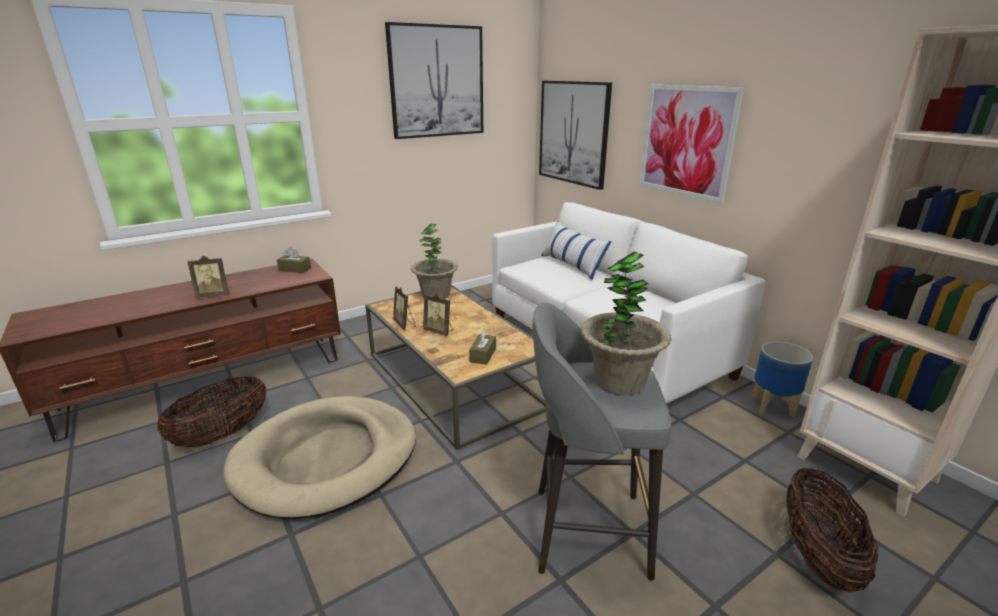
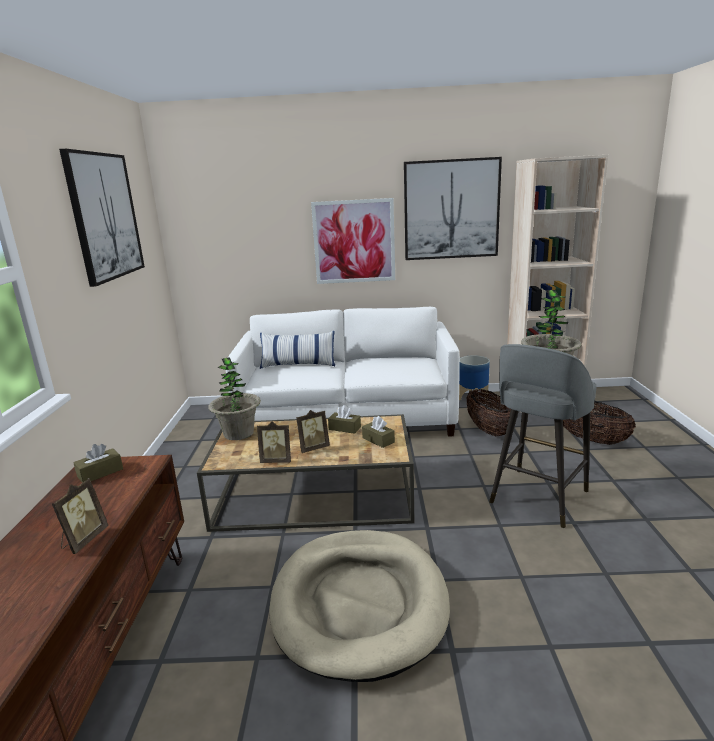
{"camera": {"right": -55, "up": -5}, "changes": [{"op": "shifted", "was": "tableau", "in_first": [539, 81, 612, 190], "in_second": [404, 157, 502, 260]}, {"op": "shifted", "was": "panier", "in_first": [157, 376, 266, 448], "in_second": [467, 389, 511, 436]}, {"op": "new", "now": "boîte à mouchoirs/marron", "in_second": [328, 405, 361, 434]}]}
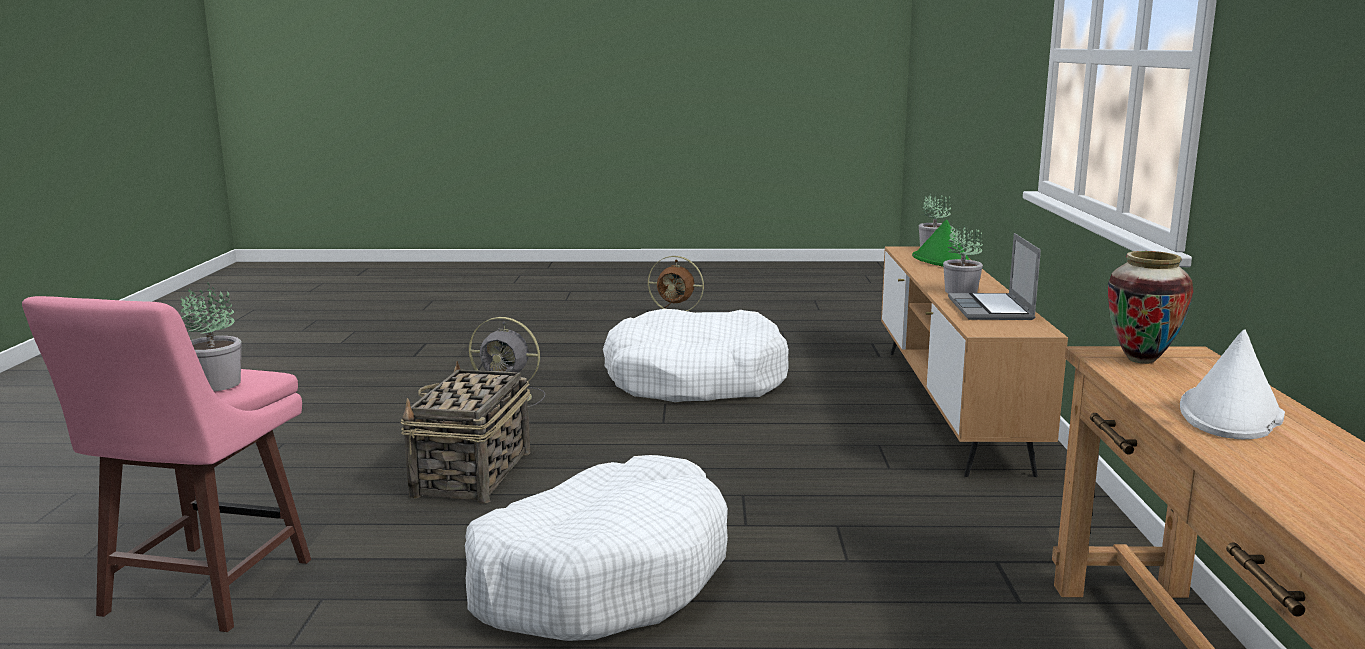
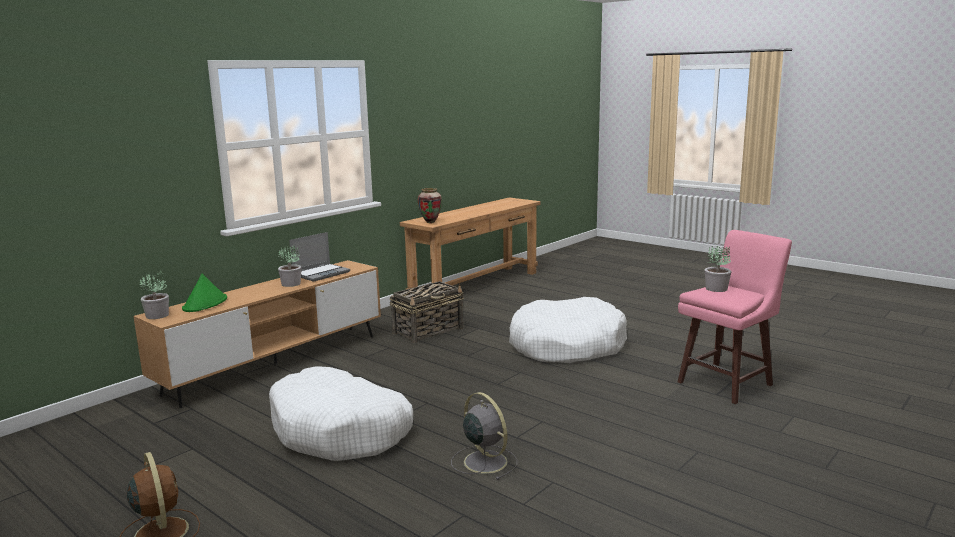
{"camera": {"right": -140, "up": 0}, "changes": [{"op": "gone", "was": "chapeau/blanc", "in_first": [1180, 329, 1285, 439]}, {"op": "shifted", "was": "panier", "in_first": [401, 361, 530, 504], "in_second": [390, 281, 464, 343]}]}
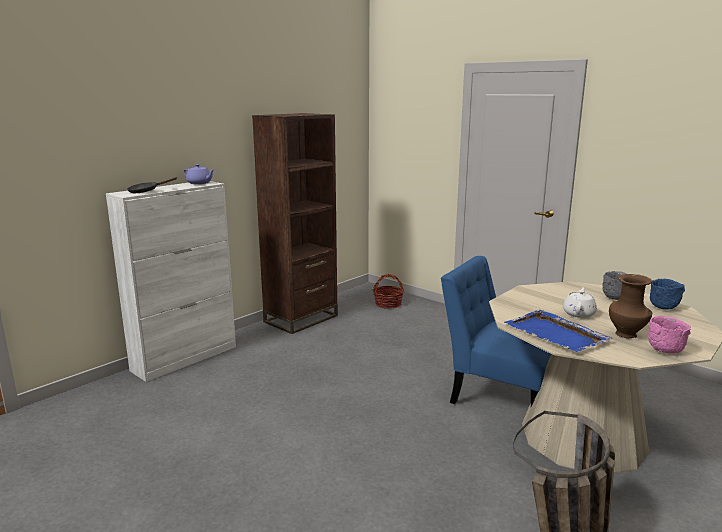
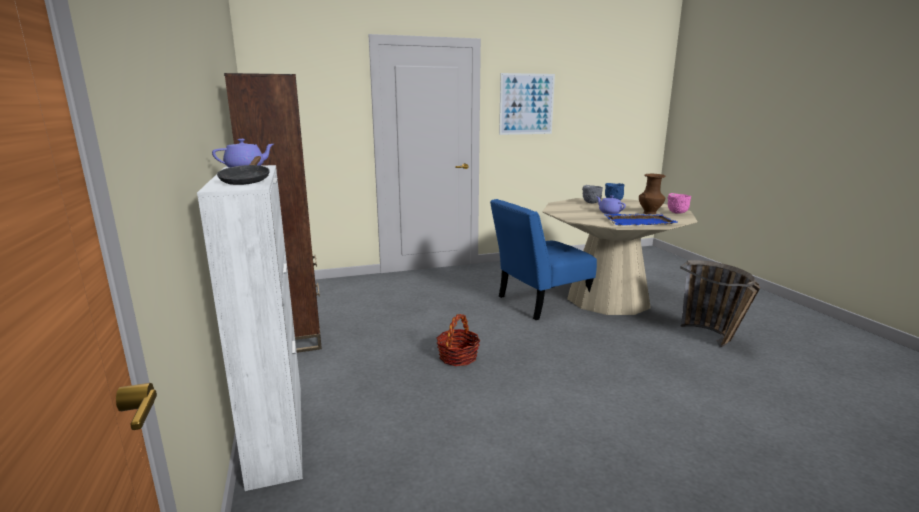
{"camera": {"right": -60, "up": 0}, "changes": [{"op": "shifted", "was": "panier", "in_first": [373, 274, 404, 309], "in_second": [436, 314, 480, 366]}, {"op": "repainted", "was": "théière/blanc", "now": "théière/violet", "in_first": [563, 287, 597, 318], "in_second": [596, 195, 626, 214]}, {"op": "new", "now": "tableau", "in_second": [499, 73, 555, 135]}]}
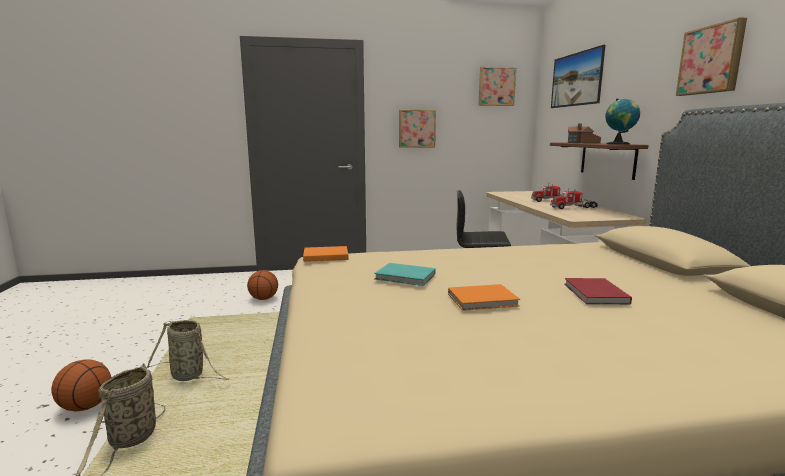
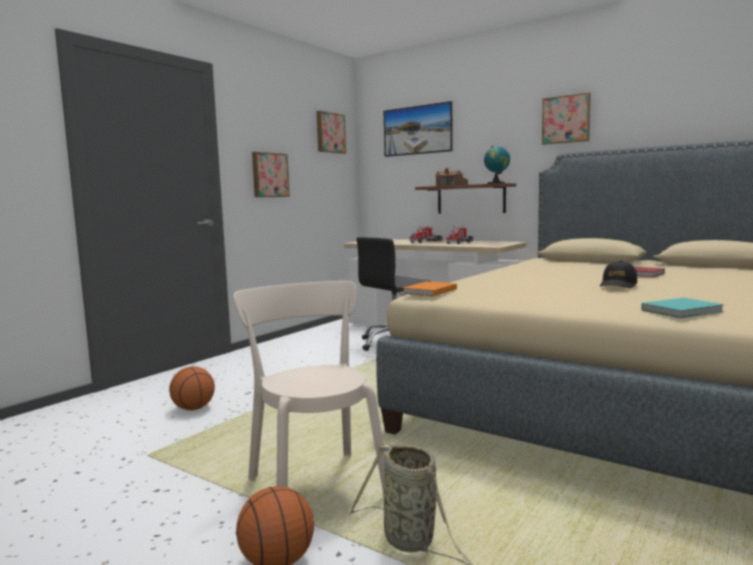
{"camera": {"right": -45, "up": -5}, "changes": [{"op": "shifted", "was": "livre/turquoise", "in_first": [374, 263, 436, 286], "in_second": [641, 298, 724, 318]}, {"op": "swapped", "was": "livre/orange", "now": "casquette/noir", "in_first": [448, 284, 520, 311], "in_second": [600, 260, 638, 288]}, {"op": "swapped", "was": "panier", "now": "chaise/beige", "in_first": [146, 320, 228, 381], "in_second": [233, 281, 385, 495]}]}
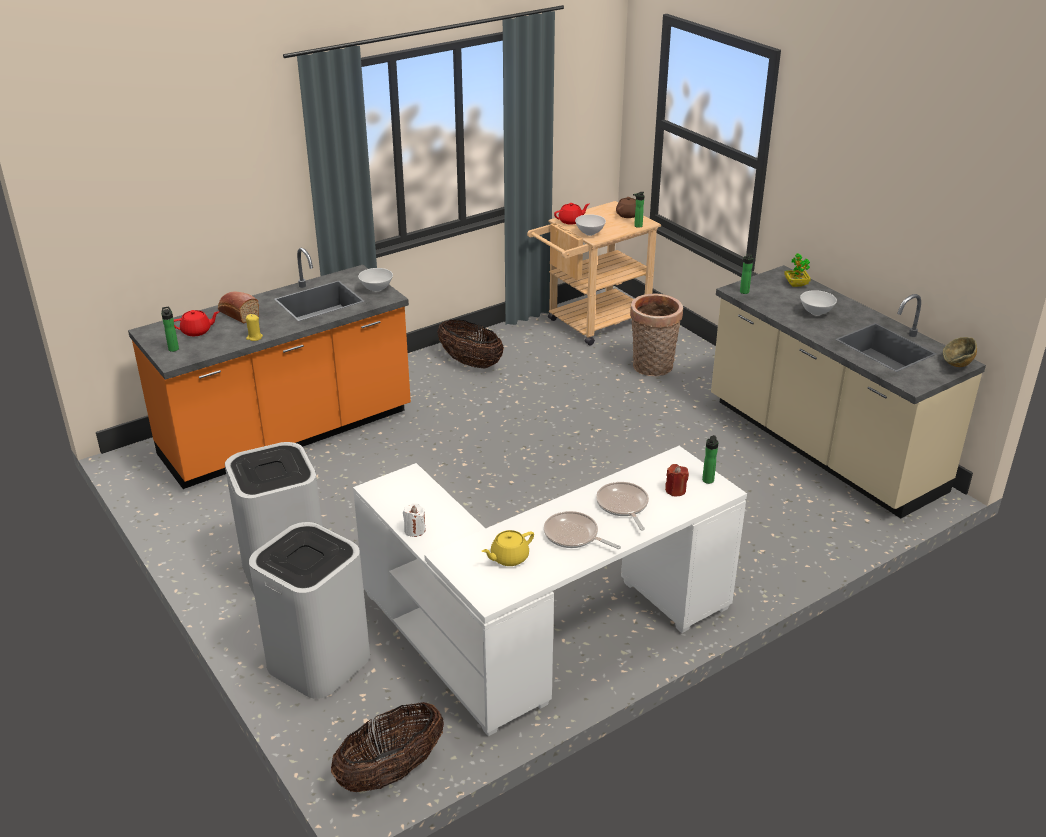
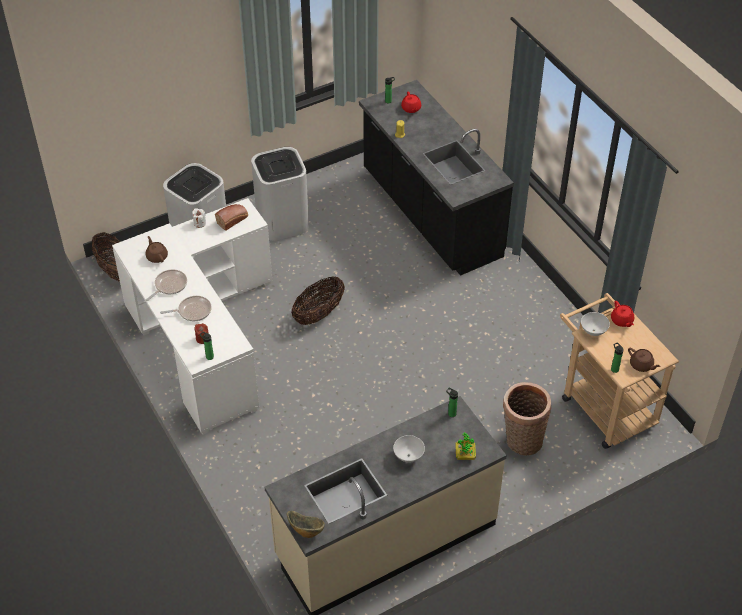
{"camera": {"right": 95, "up": 15}, "changes": [{"op": "repainted", "was": "comptoir de cuisine/orange", "now": "comptoir de cuisine/noir", "in_first": [128, 247, 411, 489], "in_second": [359, 80, 514, 276]}, {"op": "gone", "was": "bol/blanc", "in_first": [358, 268, 393, 292]}, {"op": "shifted", "was": "pain", "in_first": [218, 291, 259, 324], "in_second": [215, 204, 248, 231]}, {"op": "shifted", "was": "panier", "in_first": [437, 319, 504, 368], "in_second": [291, 276, 345, 325]}, {"op": "repainted", "was": "théière/jaune", "now": "théière/marron", "in_first": [482, 530, 534, 566], "in_second": [146, 236, 168, 263]}]}
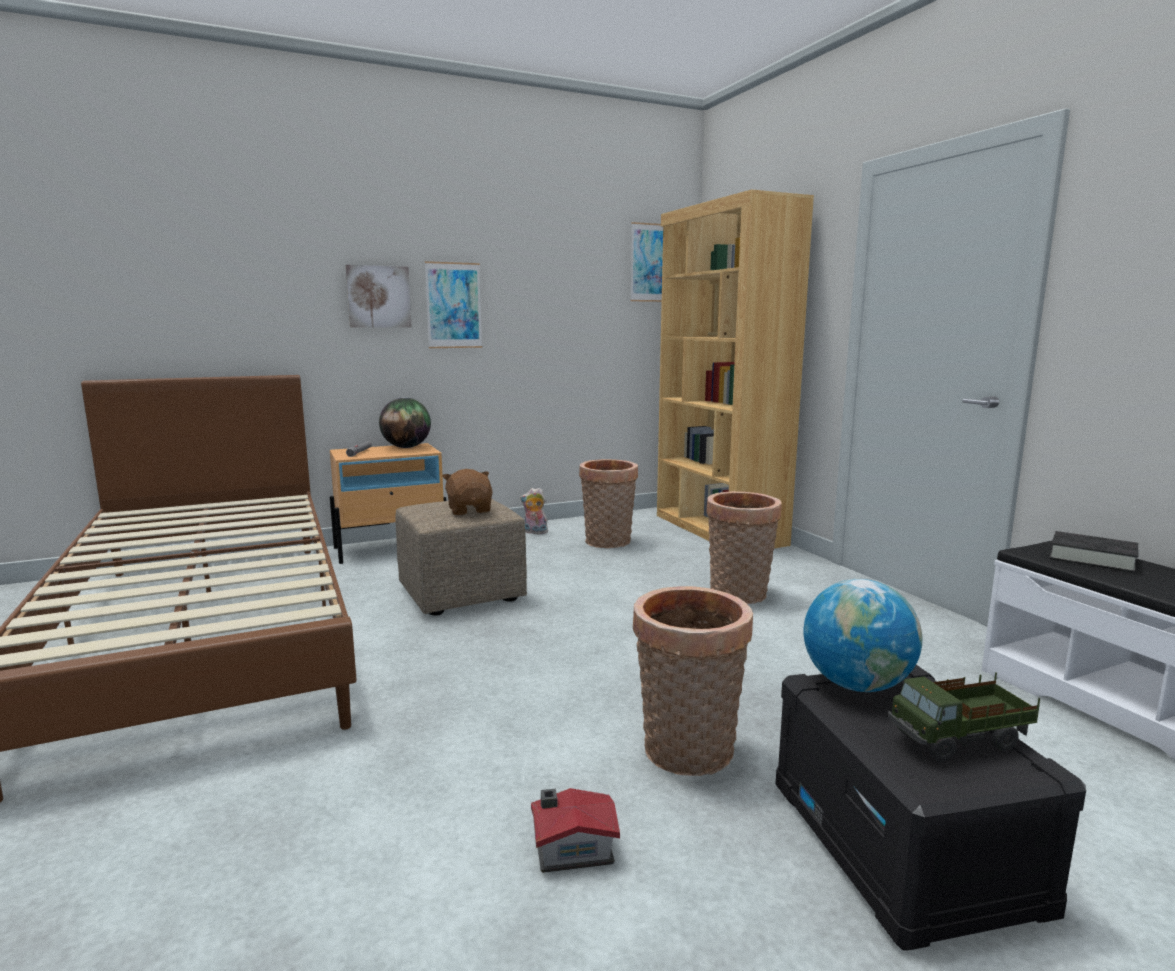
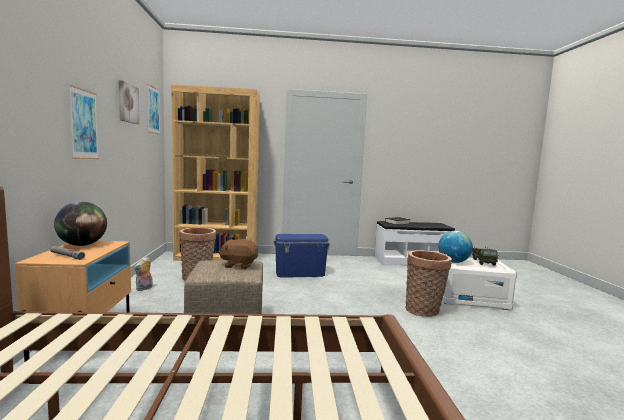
{"camera": {"right": -70, "up": -5}, "changes": [{"op": "shifted", "was": "tableau", "in_first": [346, 265, 412, 328], "in_second": [118, 80, 139, 124]}, {"op": "swapped", "was": "panier", "now": "boîte de rangement/bleu", "in_first": [706, 491, 782, 604], "in_second": [274, 234, 330, 278]}, {"op": "repainted", "was": "boîte de rangement/noir", "now": "boîte de rangement/blanc", "in_first": [775, 665, 1086, 951], "in_second": [442, 258, 517, 310]}, {"op": "gone", "was": "maison miniature", "in_first": [531, 788, 620, 873]}]}
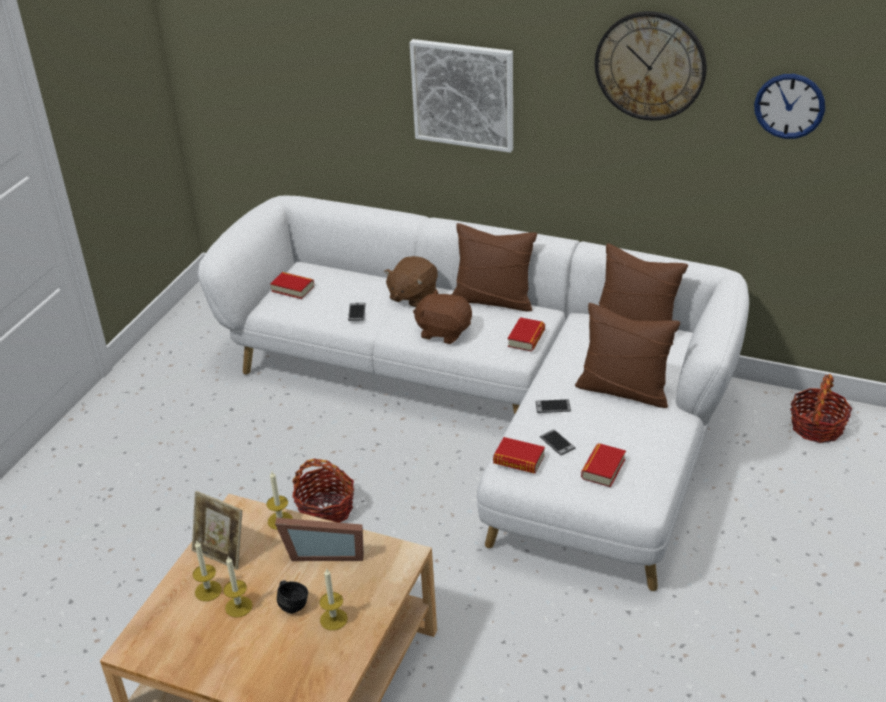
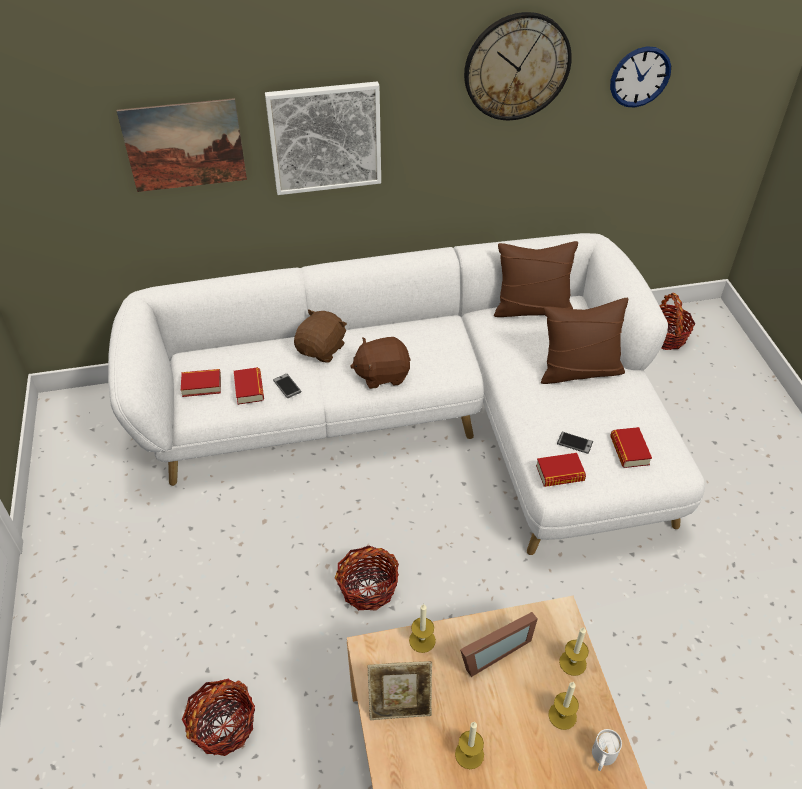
{"camera": {"right": -35, "up": 10}, "changes": [{"op": "gone", "was": "coussin/marron", "in_first": [452, 223, 537, 312]}, {"op": "rotated", "was": "peluche/marron", "in_first": [384, 256, 438, 307], "in_second": [294, 309, 347, 363], "clockwise": -150}, {"op": "shifted", "was": "livre", "in_first": [508, 317, 545, 351], "in_second": [234, 367, 264, 405]}, {"op": "gone", "was": "téléphone", "in_first": [535, 399, 571, 413]}, {"op": "shifted", "was": "bougie", "in_first": [193, 541, 222, 601], "in_second": [559, 627, 589, 676]}, {"op": "gone", "was": "mug/noir", "in_first": [277, 580, 308, 614]}, {"op": "new", "now": "tableau", "in_second": [117, 98, 247, 192]}, {"op": "new", "now": "panier", "in_second": [182, 679, 255, 756]}, {"op": "new", "now": "mug/blanc", "in_second": [592, 729, 622, 771]}]}
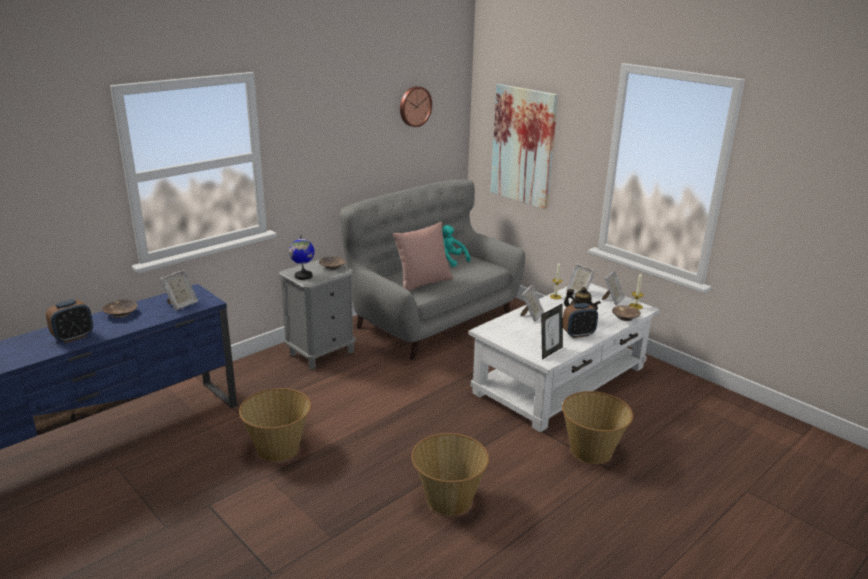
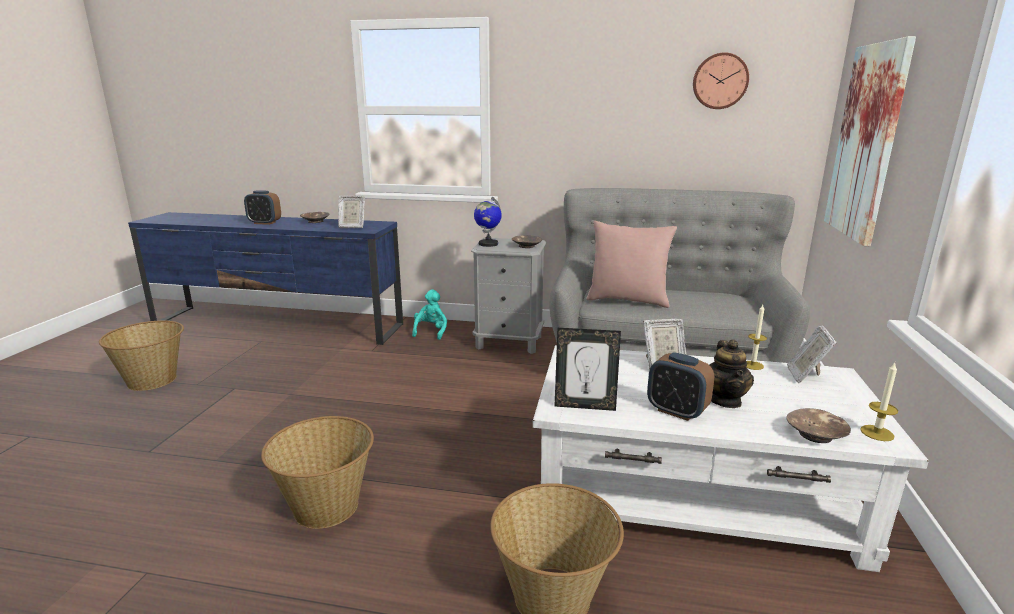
{"camera": {"right": 55, "up": -5}, "changes": [{"op": "shifted", "was": "peluche/turquoise", "in_first": [442, 225, 471, 267], "in_second": [412, 289, 447, 340]}, {"op": "gone", "was": "cadre photo", "in_first": [602, 271, 625, 305]}, {"op": "shifted", "was": "panier", "in_first": [239, 388, 311, 462], "in_second": [99, 321, 184, 391]}]}
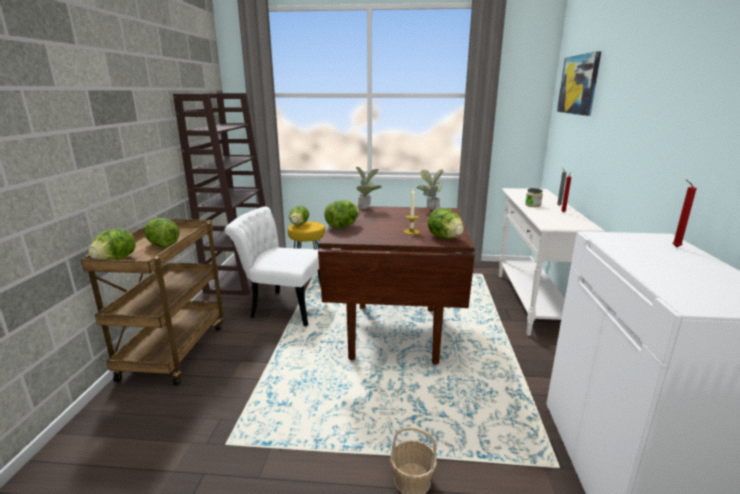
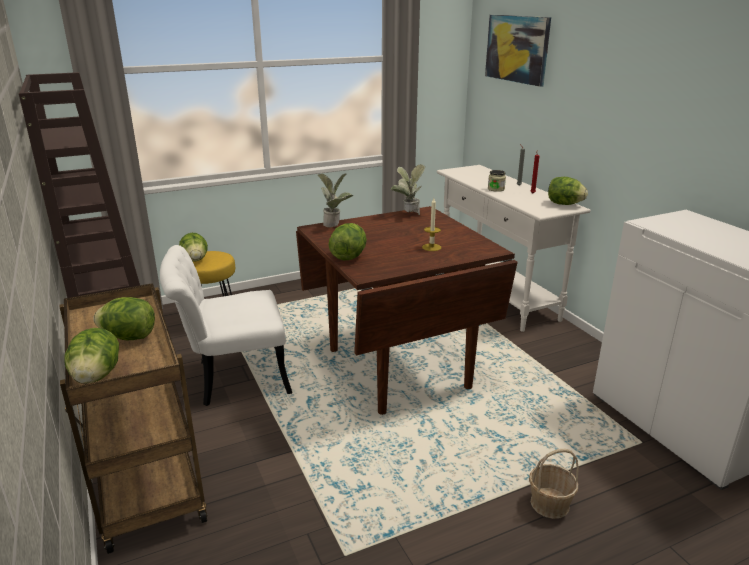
{"camera": {"right": -30, "up": 5}, "changes": [{"op": "gone", "was": "bougie/rouge", "in_first": [673, 179, 697, 247]}, {"op": "shifted", "was": "laitue", "in_first": [427, 208, 464, 239], "in_second": [548, 177, 588, 205]}]}
